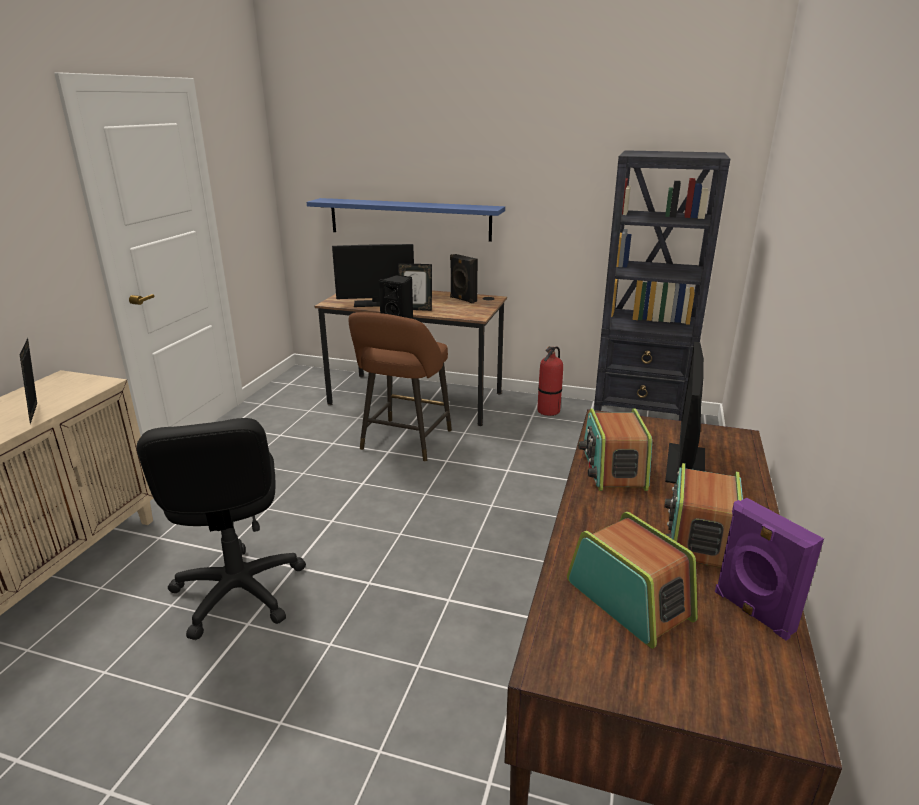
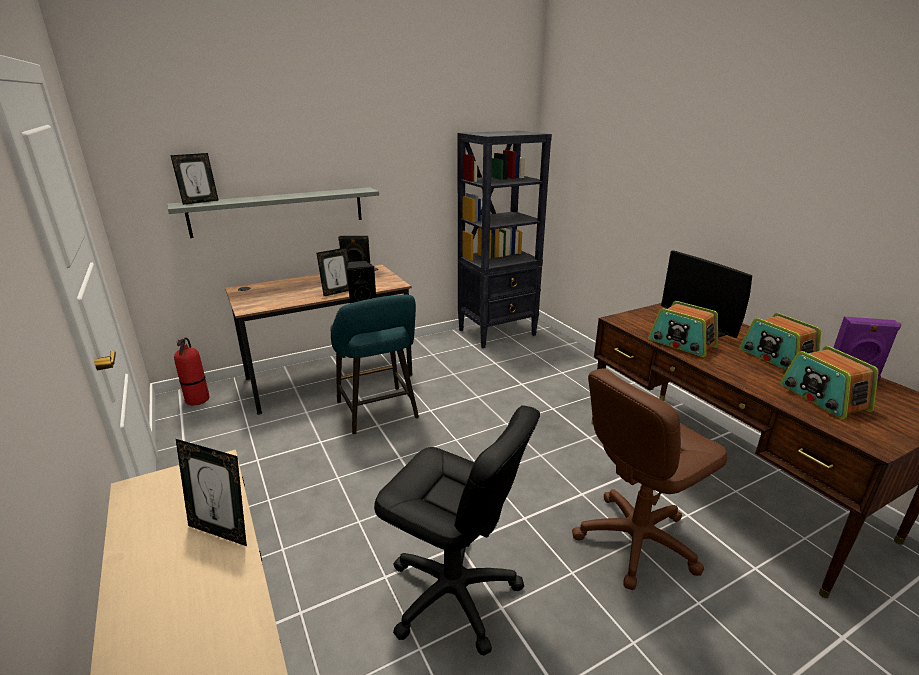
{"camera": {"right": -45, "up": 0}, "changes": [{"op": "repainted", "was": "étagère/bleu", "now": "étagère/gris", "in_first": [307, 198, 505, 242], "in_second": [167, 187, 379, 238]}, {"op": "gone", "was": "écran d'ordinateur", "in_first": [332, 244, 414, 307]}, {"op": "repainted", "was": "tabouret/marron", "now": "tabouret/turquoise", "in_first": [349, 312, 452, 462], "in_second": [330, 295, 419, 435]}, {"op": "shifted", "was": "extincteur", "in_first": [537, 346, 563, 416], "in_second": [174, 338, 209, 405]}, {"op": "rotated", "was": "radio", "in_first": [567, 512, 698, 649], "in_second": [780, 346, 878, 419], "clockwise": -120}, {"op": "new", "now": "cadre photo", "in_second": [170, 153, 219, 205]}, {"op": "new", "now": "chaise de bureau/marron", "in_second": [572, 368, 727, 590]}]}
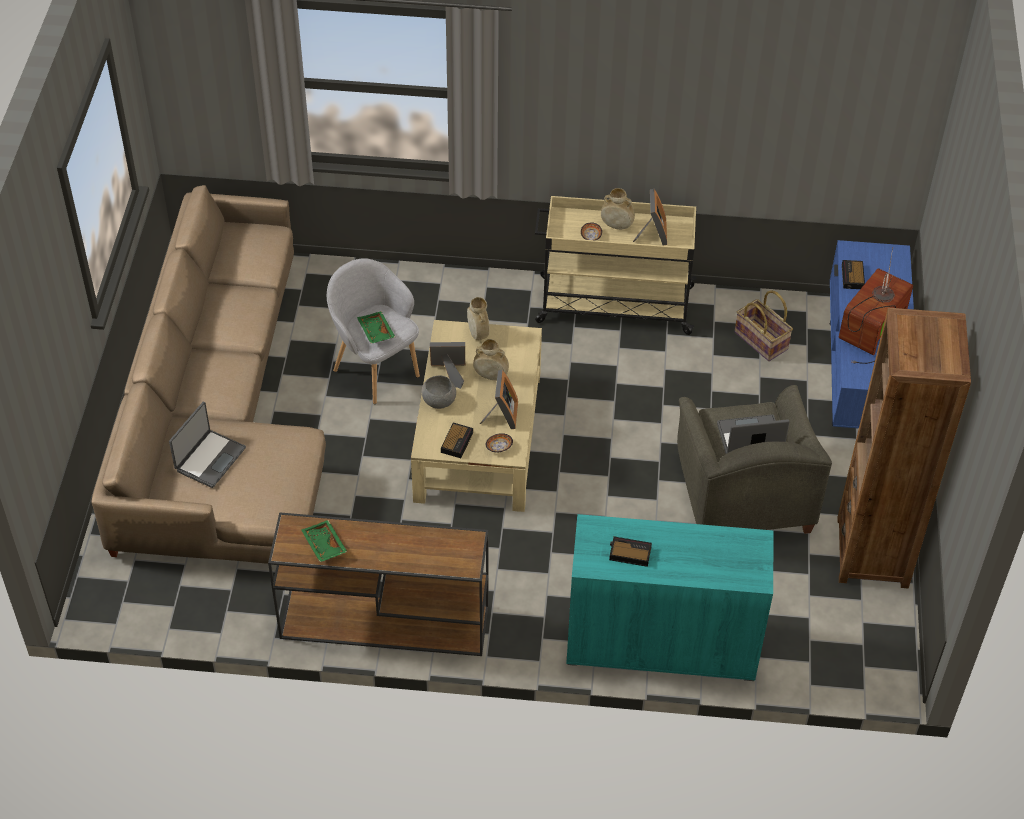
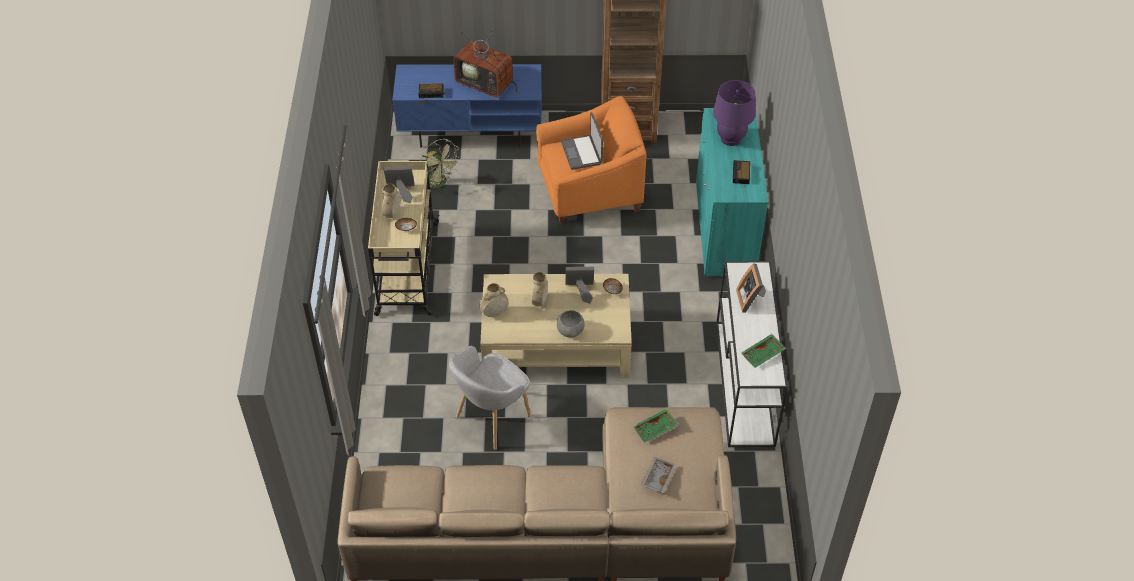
{"camera": {"right": -95, "up": 0}, "changes": [{"op": "swapped", "was": "panier", "now": "ventilateur/vert", "in_first": [735, 291, 793, 361], "in_second": [420, 139, 461, 192]}, {"op": "shifted", "was": "plateau/vert", "in_first": [357, 311, 395, 344], "in_second": [633, 409, 678, 443]}, {"op": "shifted", "was": "cadre photo", "in_first": [430, 342, 465, 389], "in_second": [736, 263, 766, 313]}, {"op": "repainted", "was": "fauteuil/gris", "now": "fauteuil/orange", "in_first": [677, 385, 832, 534], "in_second": [536, 96, 647, 224]}, {"op": "swapped", "was": "ordinateur portable", "now": "plateau/gris", "in_first": [169, 401, 246, 488], "in_second": [641, 457, 676, 493]}, {"op": "gone", "was": "réveil", "in_first": [441, 423, 473, 458]}, {"op": "repainted", "was": "table console/marron", "now": "table console/blanc", "in_first": [268, 512, 489, 656], "in_second": [716, 261, 788, 447]}, {"op": "new", "now": "lampe de table/violet", "in_second": [713, 80, 755, 146]}]}
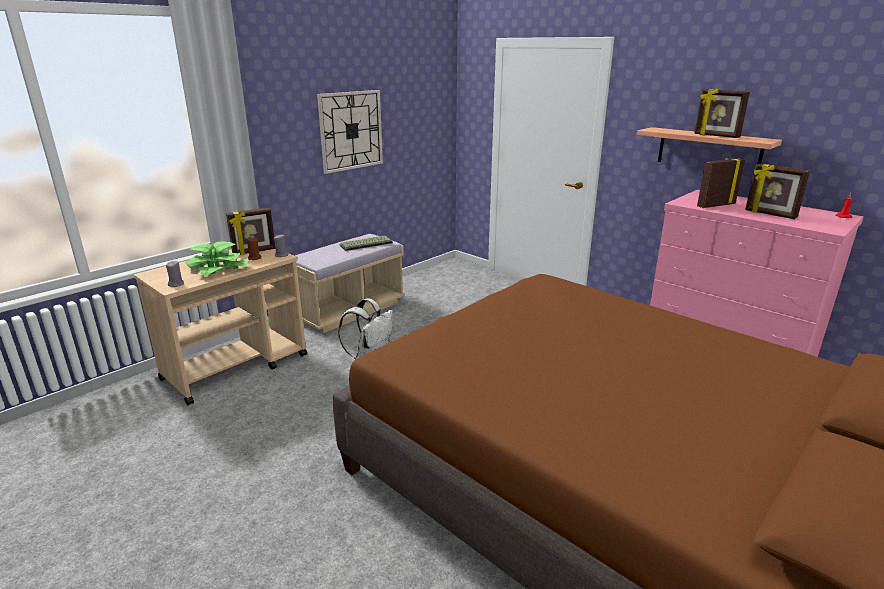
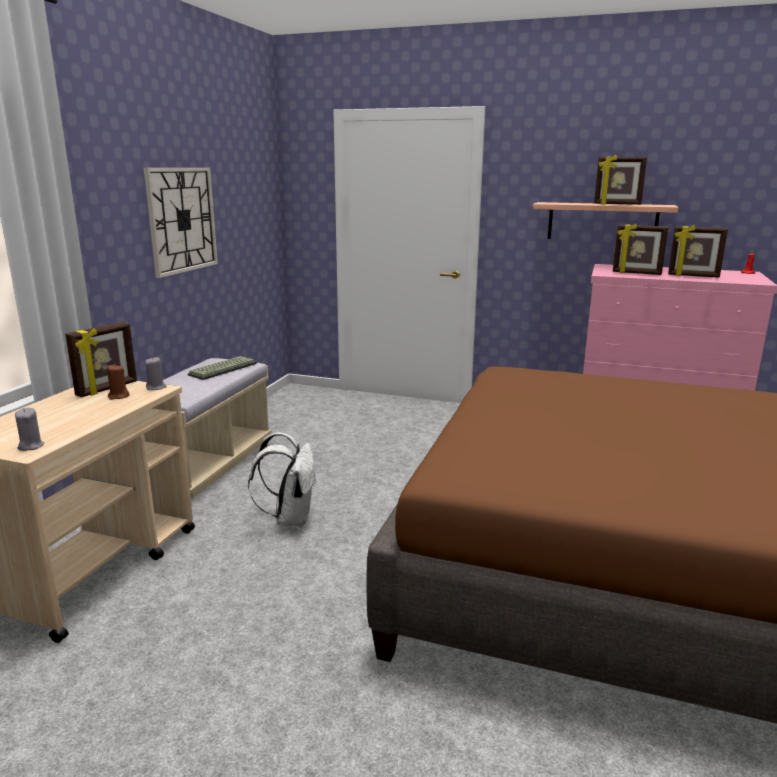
{"camera": {"right": -25, "up": -5}, "changes": [{"op": "rotated", "was": "cadre photo", "in_first": [697, 157, 745, 208], "in_second": [613, 224, 668, 275], "clockwise": -105}, {"op": "gone", "was": "plante en pot", "in_first": [185, 241, 249, 277]}]}
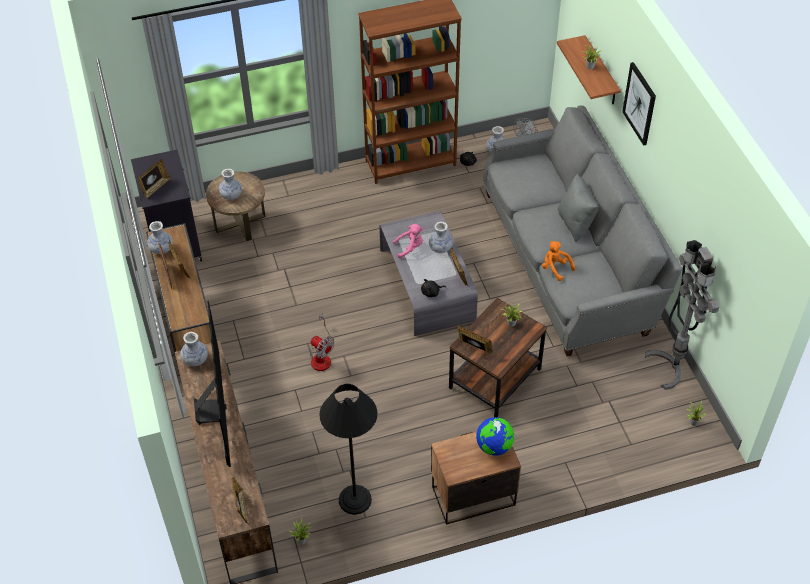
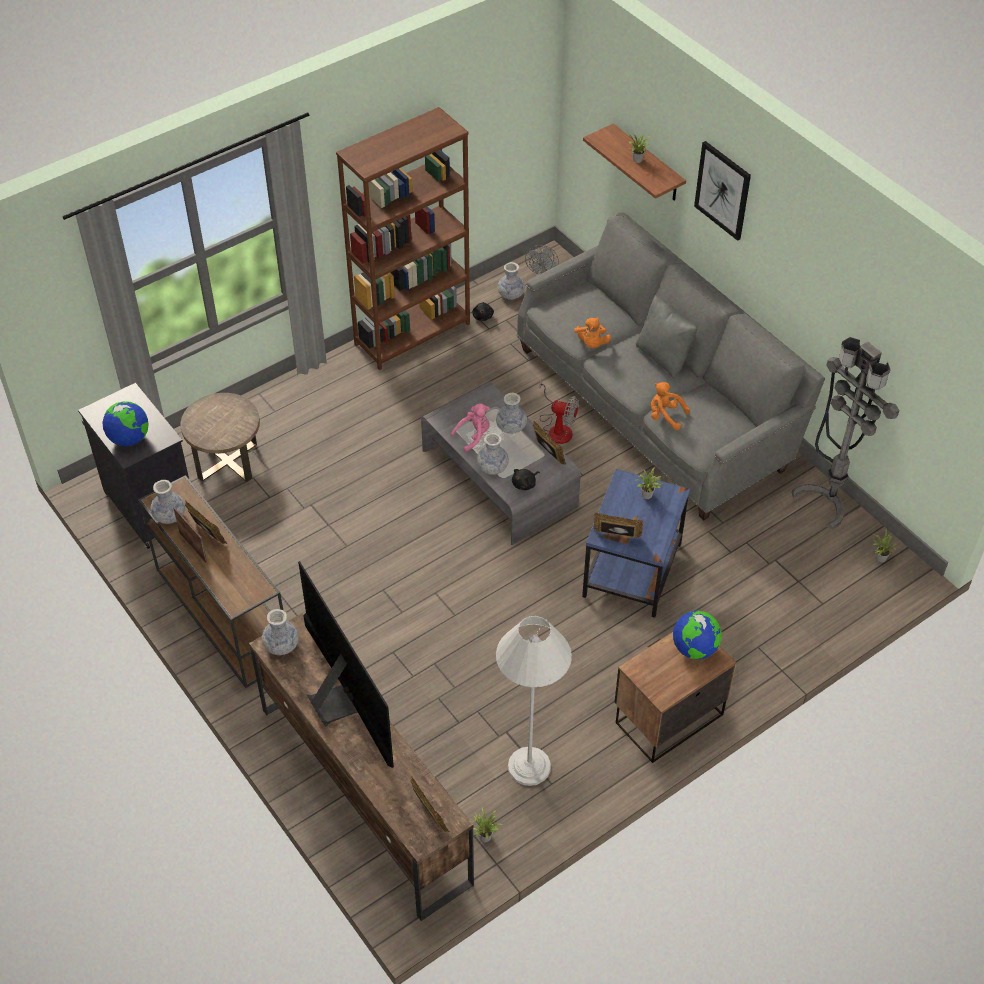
{"camera": {"right": -20, "up": 0}, "changes": [{"op": "swapped", "was": "cadre photo", "now": "globe", "in_first": [138, 159, 170, 199], "in_second": [102, 401, 148, 446]}, {"op": "shifted", "was": "vase", "in_first": [219, 169, 242, 200], "in_second": [477, 433, 509, 475]}, {"op": "repainted", "was": "table d'appoint/marron", "now": "table d'appoint/bleu", "in_first": [449, 298, 547, 417], "in_second": [582, 469, 690, 618]}, {"op": "shifted", "was": "ventilateur", "in_first": [310, 313, 335, 371], "in_second": [539, 379, 579, 444]}, {"op": "repainted", "was": "lampadaire/noir", "now": "lampadaire/blanc", "in_first": [319, 384, 377, 515], "in_second": [496, 616, 572, 786]}, {"op": "new", "now": "peluche/orange", "in_second": [574, 317, 611, 348]}]}
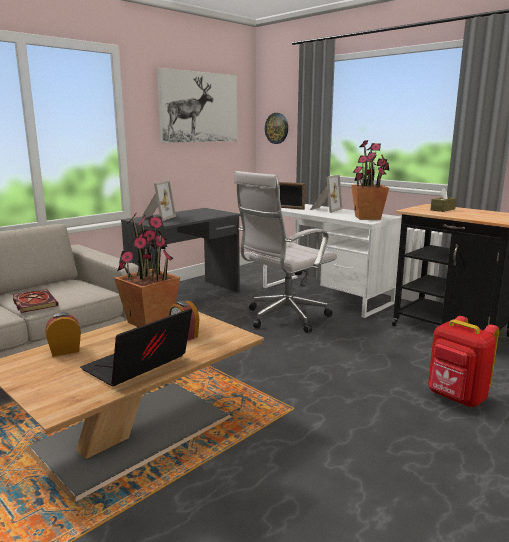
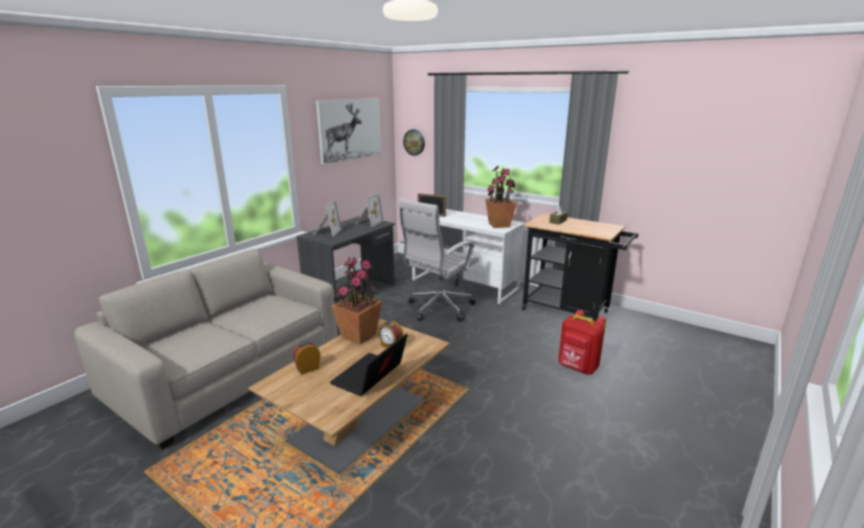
{"camera": {"right": -10, "up": 5}, "changes": [{"op": "shifted", "was": "cadre photo", "in_first": [310, 175, 343, 213], "in_second": [356, 193, 384, 227]}, {"op": "gone", "was": "livre", "in_first": [13, 289, 59, 313]}]}
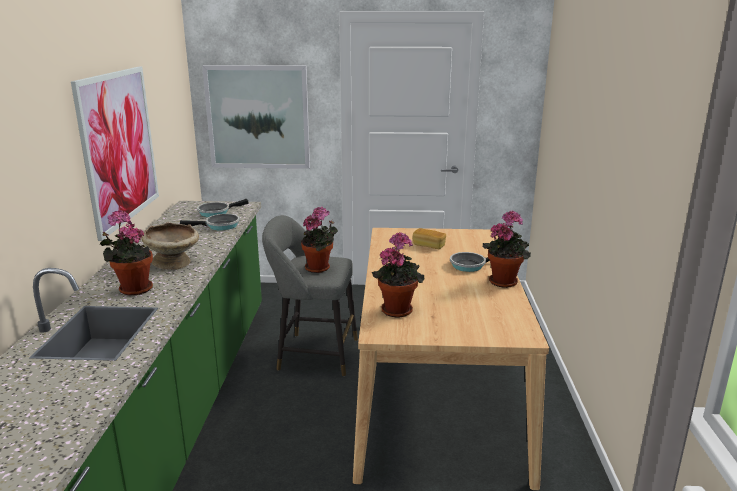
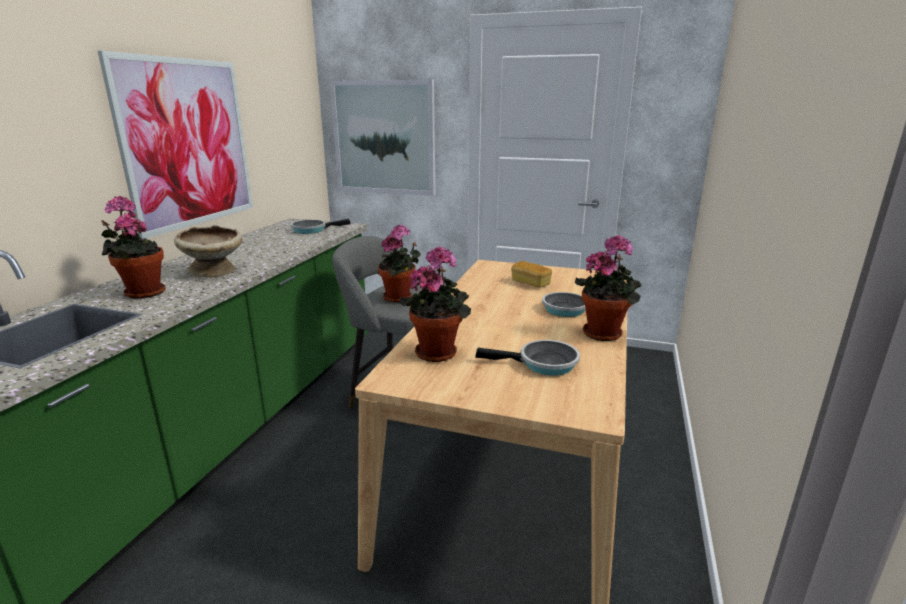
{"camera": {"right": 15, "up": 0}, "changes": [{"op": "shifted", "was": "poêle", "in_first": [180, 214, 240, 230], "in_second": [475, 340, 580, 376]}]}
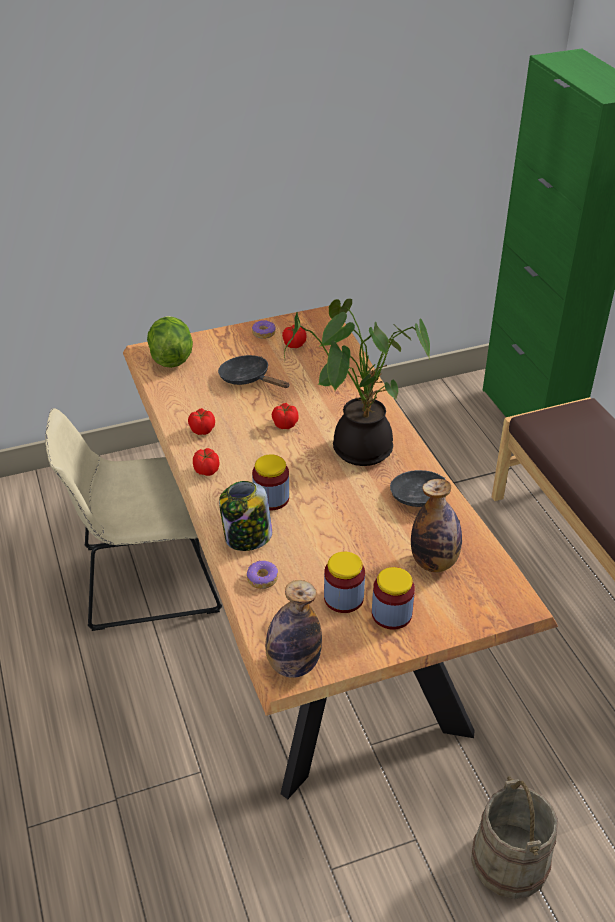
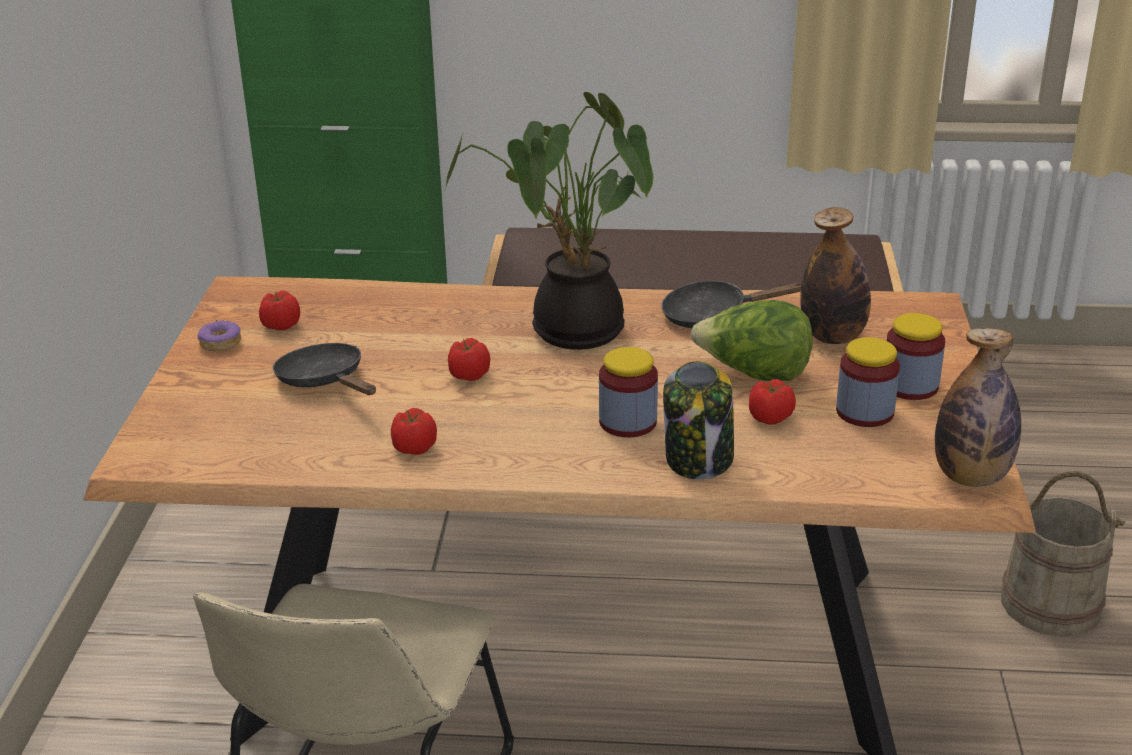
{"camera": {"right": -65, "up": -10}, "changes": [{"op": "shifted", "was": "laitue", "in_first": [147, 316, 193, 368], "in_second": [691, 300, 812, 381]}, {"op": "rotated", "was": "poêle/noir", "in_first": [218, 355, 289, 388], "in_second": [273, 343, 376, 395], "clockwise": 75}, {"op": "shifted", "was": "tomate", "in_first": [193, 448, 219, 476], "in_second": [749, 379, 796, 425]}, {"op": "gone", "was": "beignet", "in_first": [247, 560, 278, 589]}]}
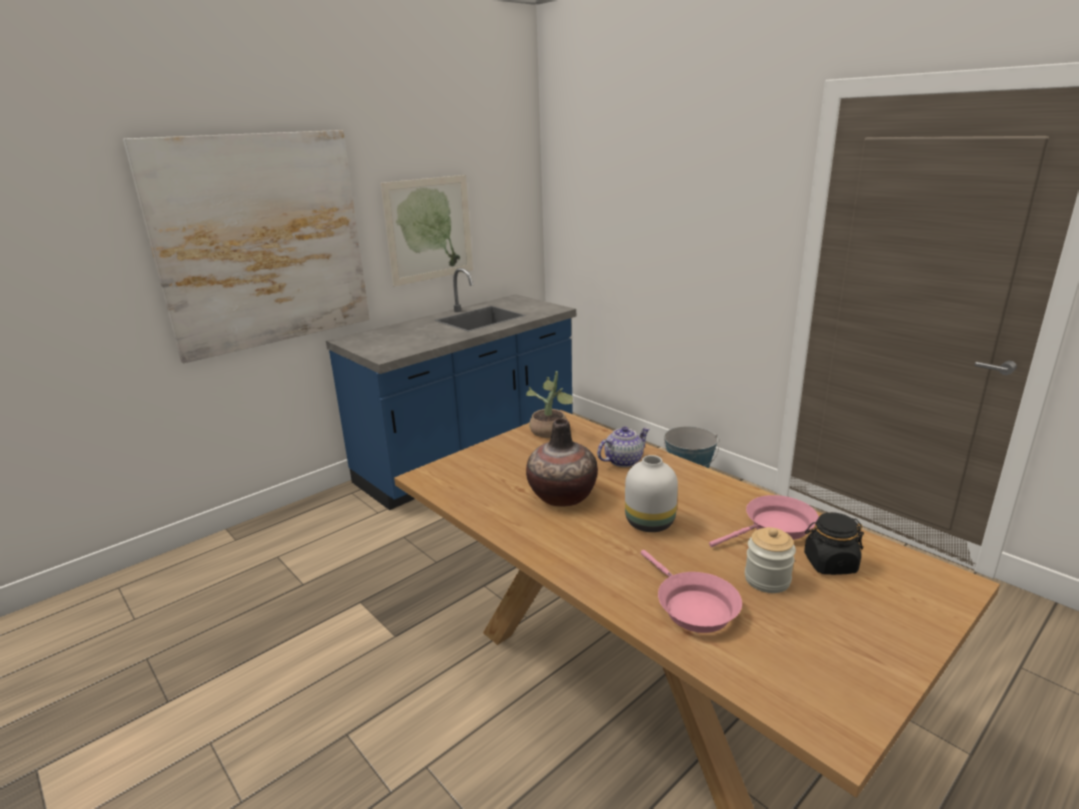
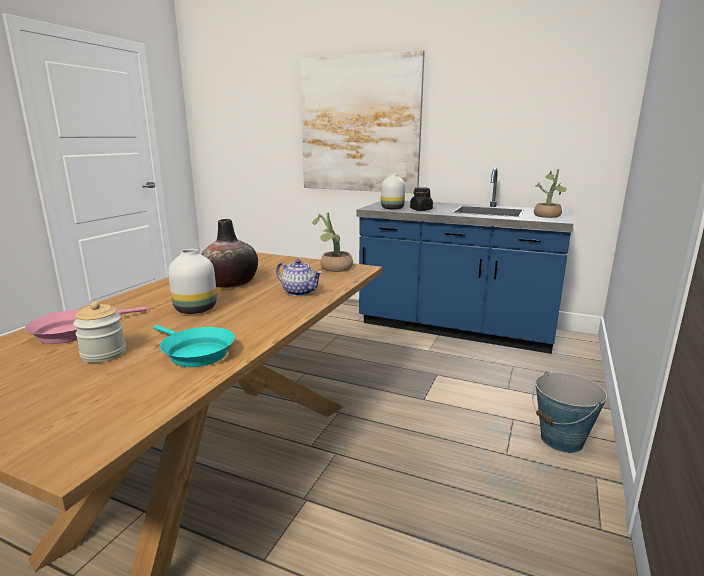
{"camera": {"right": 65, "up": -5}, "changes": [{"op": "gone", "was": "tableau", "in_first": [381, 175, 473, 287]}, {"op": "repainted", "was": "poêle/rose", "now": "poêle/turquoise", "in_first": [709, 495, 819, 547], "in_second": [154, 325, 235, 367]}, {"op": "shifted", "was": "bocal/noir", "in_first": [804, 512, 864, 575], "in_second": [410, 187, 433, 211]}, {"op": "new", "now": "plante en pot", "in_second": [534, 169, 567, 218]}, {"op": "new", "now": "vase/blanc", "in_second": [381, 174, 405, 209]}]}
